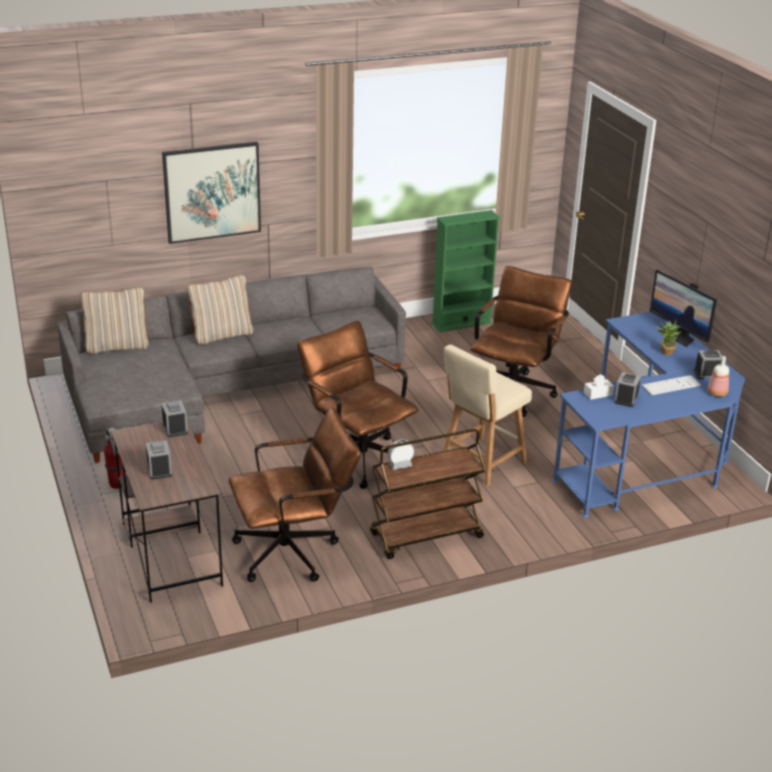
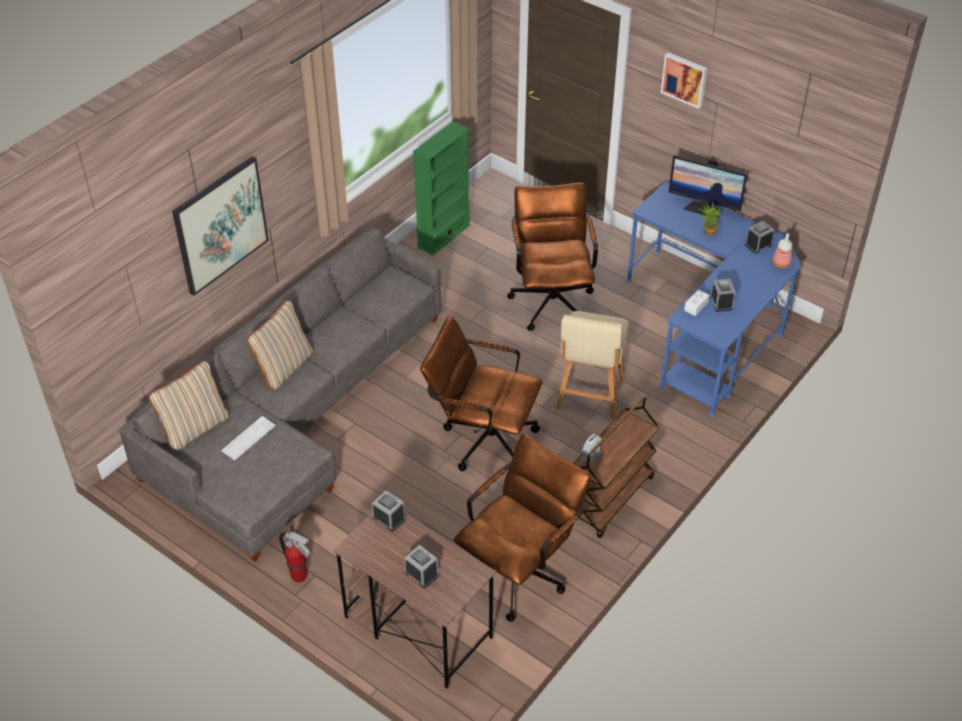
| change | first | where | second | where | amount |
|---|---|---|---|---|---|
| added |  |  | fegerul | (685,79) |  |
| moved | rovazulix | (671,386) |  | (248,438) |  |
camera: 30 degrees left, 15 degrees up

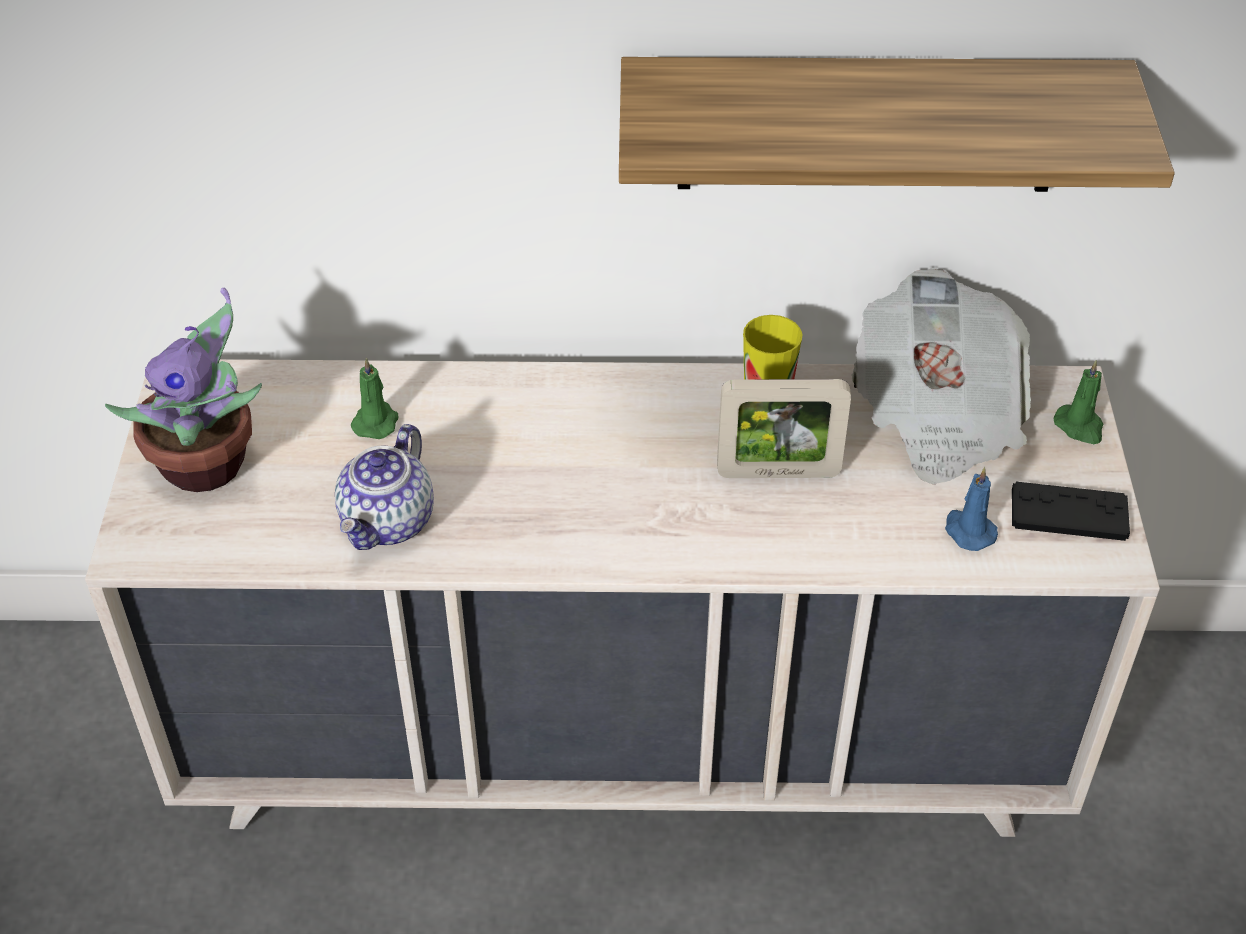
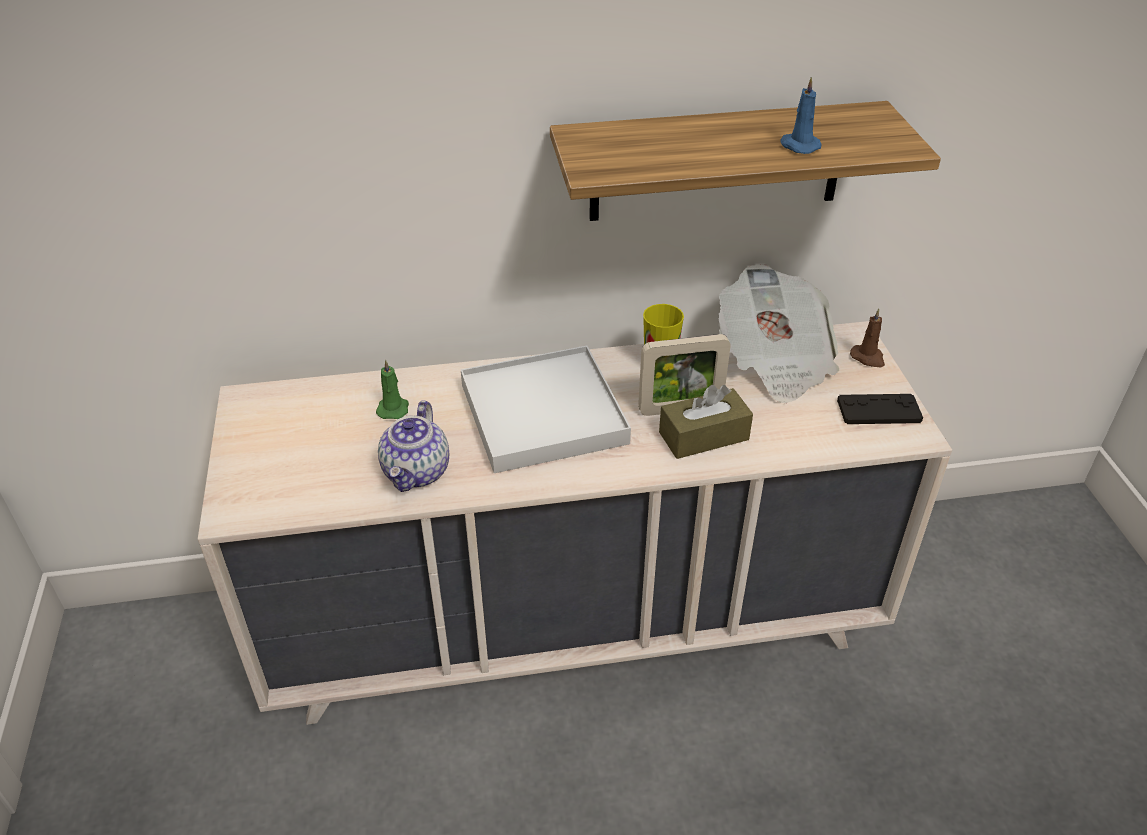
| change | first | where | second | where | amount |
|---|---|---|---|---|---|
| removed | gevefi | (209,466) |  |  |  |
| added |  |  | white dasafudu | (543,413) |  |
| added |  |  | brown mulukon | (703,436) |  |
| moved | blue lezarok | (968,531) |  | (798,145) |  |
| recoloured | green lezarok | (1080,427) | brown lezarok | (868,358) |  |
camera: 10 degrees left, 5 degrees down

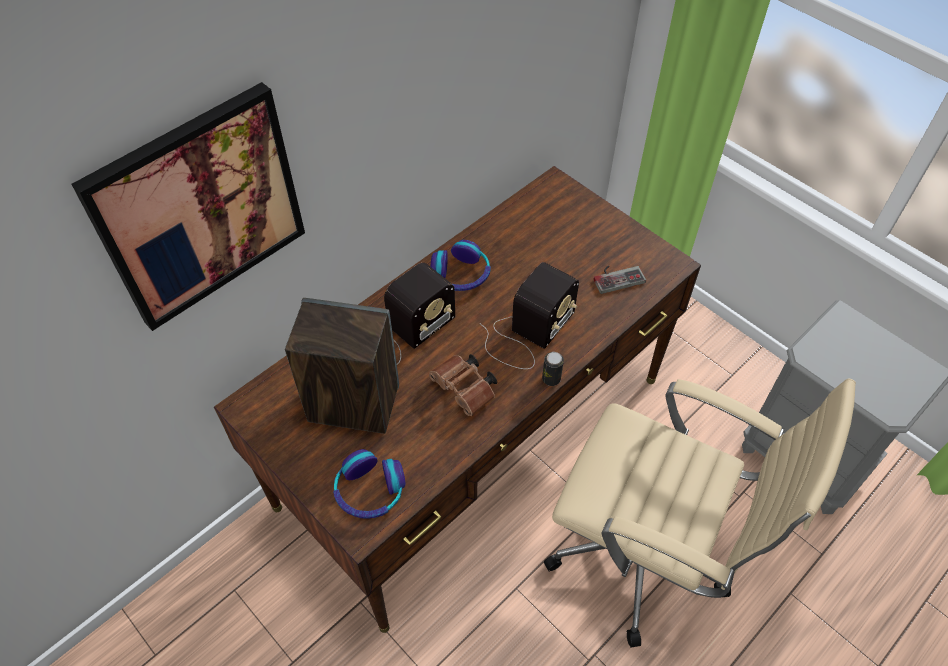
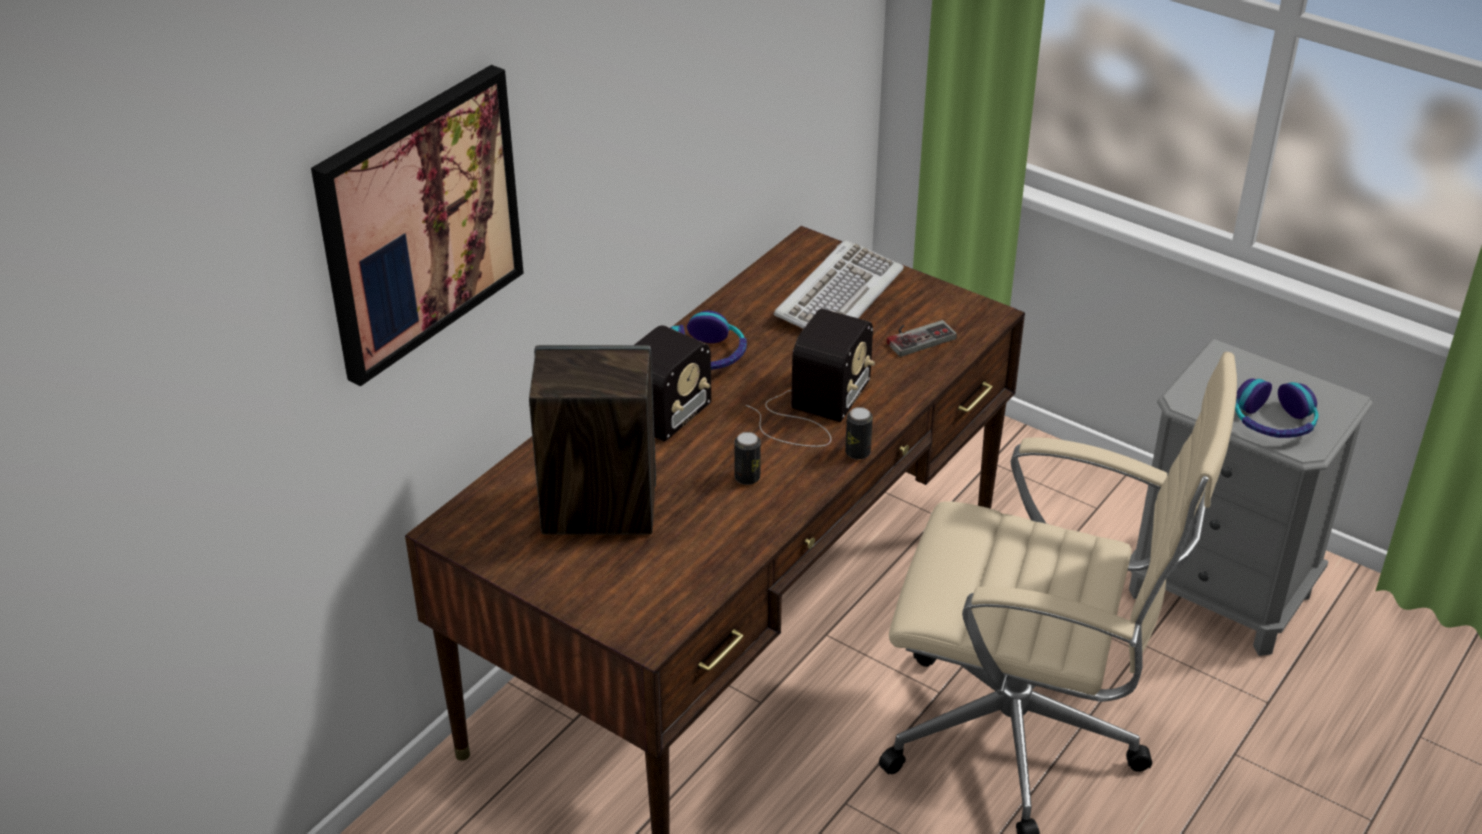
| change | first | where | second | where | amount |
|---|---|---|---|---|---|
| added |  |  | rovazulix | (838,295) |  |
| moved | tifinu | (369,491) |  | (1273,422) |  |
| replaced | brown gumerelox | (466,390) | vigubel | (747,477) |  |
camera: 10 degrees left, 15 degrees down

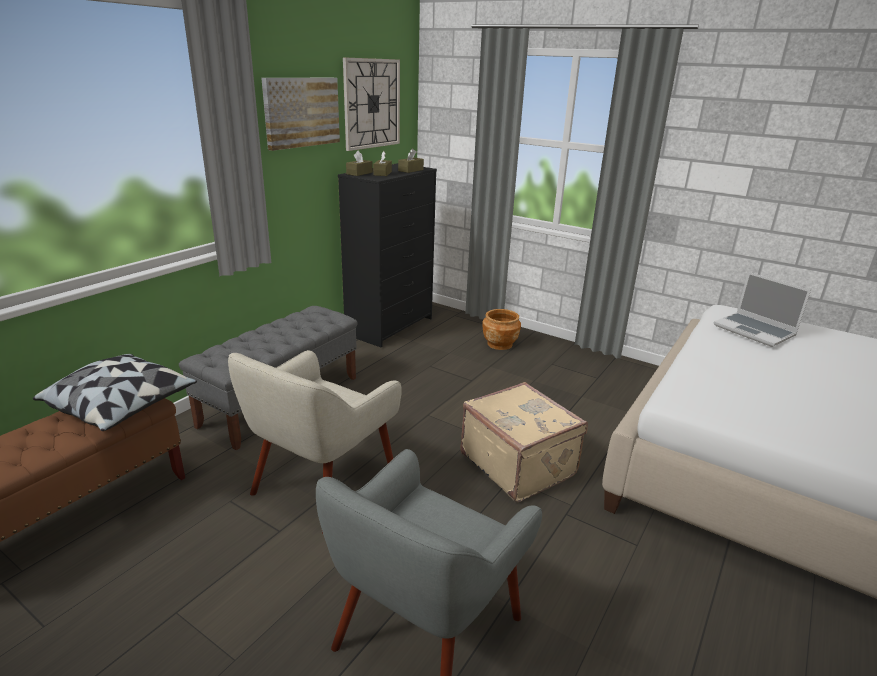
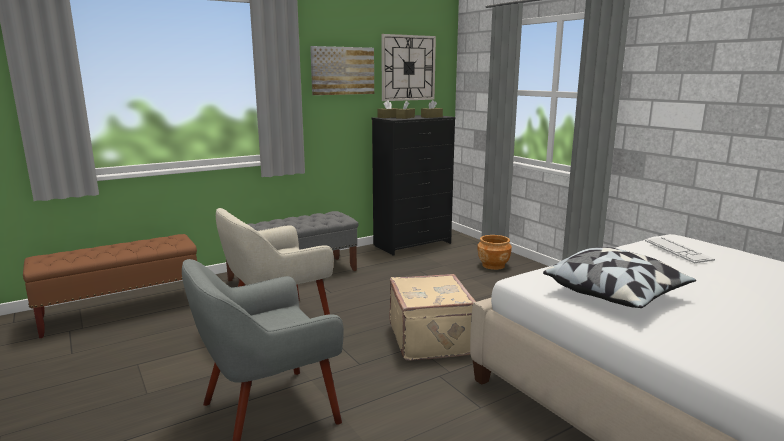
| change | first | where | second | where | amount |
|---|---|---|---|---|---|
| moved | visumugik | (123,406) |  | (616,295) |  |
| replaced | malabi | (755,331) | rovazulix | (677,250) |  |
camera: 25 degrees right, 10 degrees down

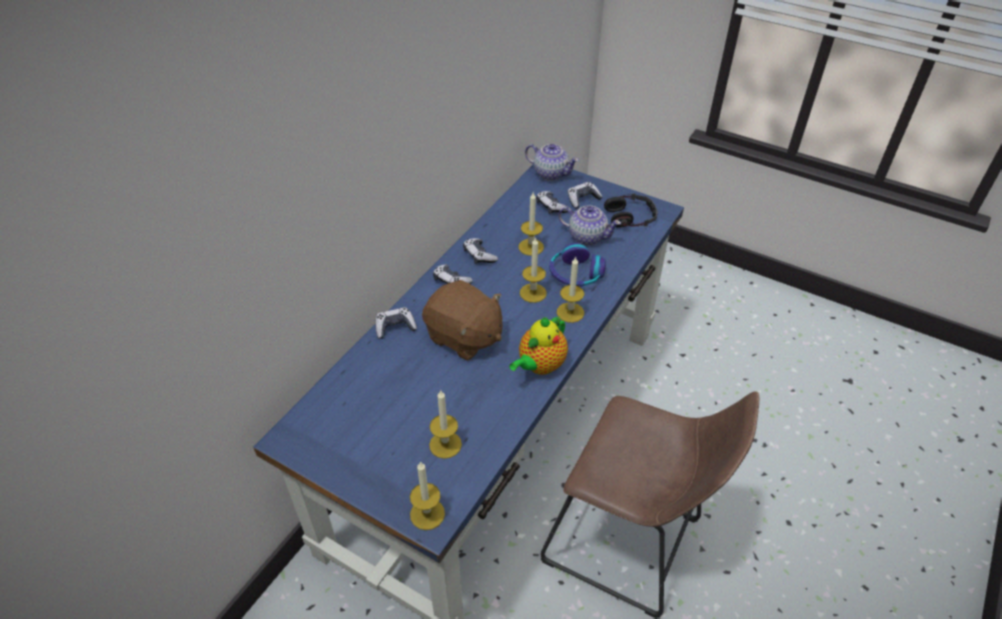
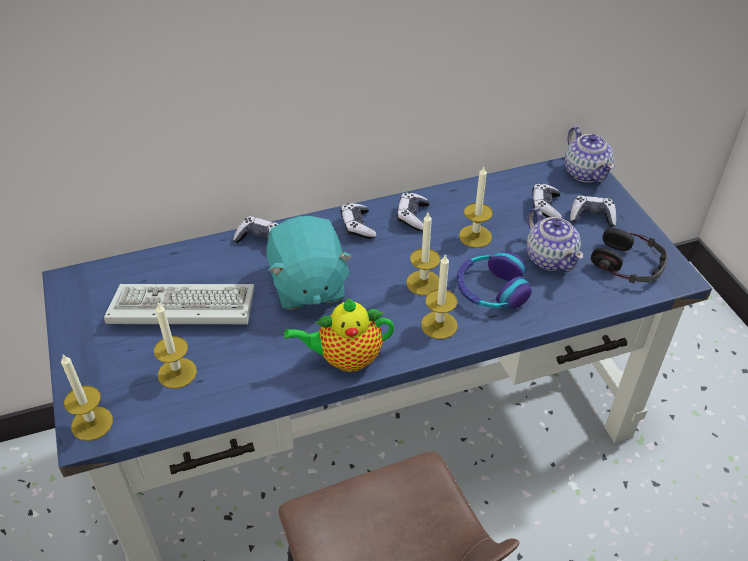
| change | first | where | second | where | amount |
|---|---|---|---|---|---|
| added |  |  | rovazulix | (179,310) |  |
| recoloured | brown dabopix | (464,337) | turquoise dabopix | (307,285) |  |
camera: 40 degrees right, 0 degrees up

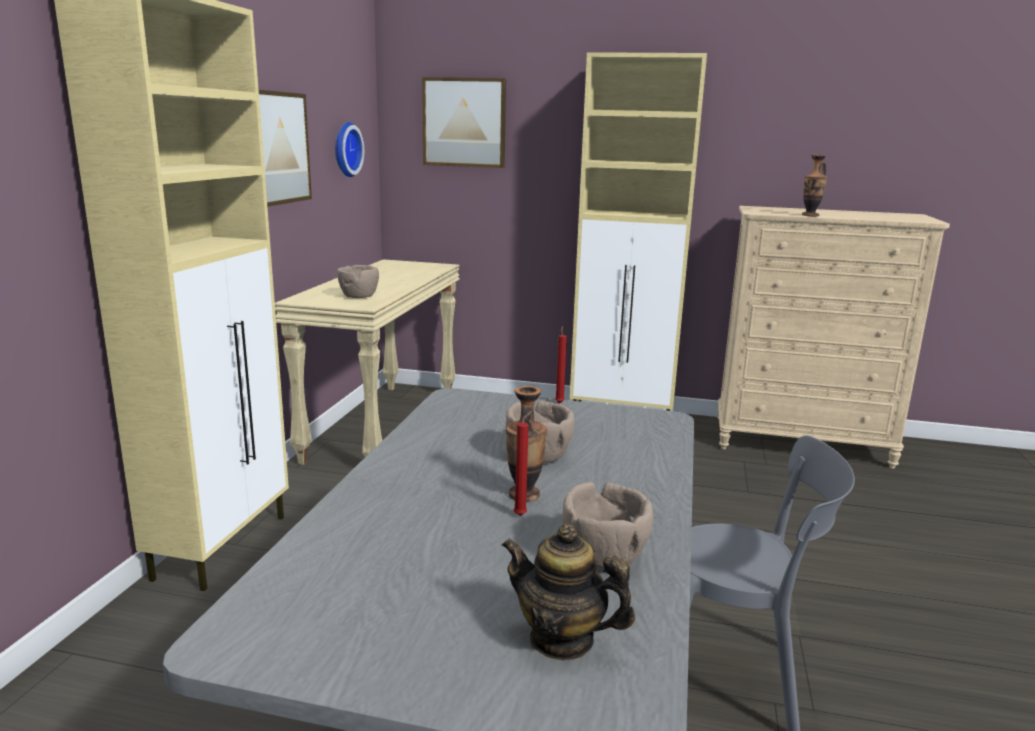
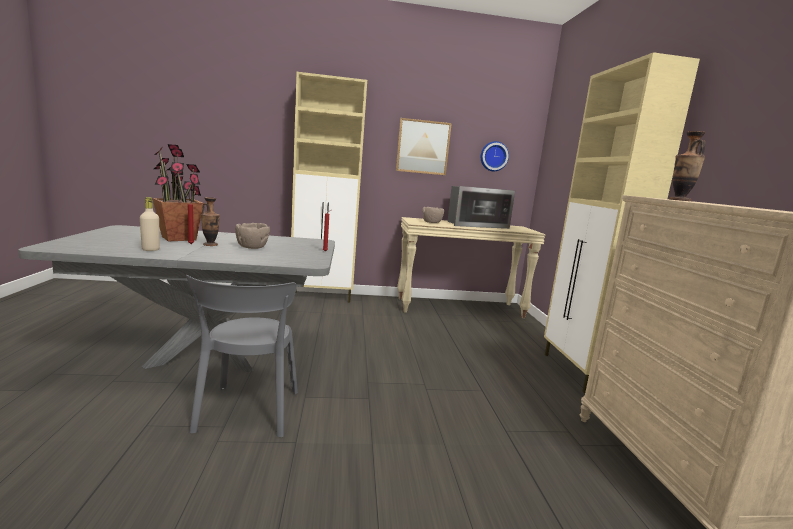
| change | first | where | second | where | amount |
|---|---|---|---|---|---|
| removed | fegerul | (464,122) |  |  |  |
| removed | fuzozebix | (562,639) |  |  |  |
| added |  |  | gevefi | (179,238) |  |
| added |  |  | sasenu | (475,225) |  |
| replaced | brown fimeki | (603,557) | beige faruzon | (150,249) |  |
camera: 70 degrees right, 5 degrees down

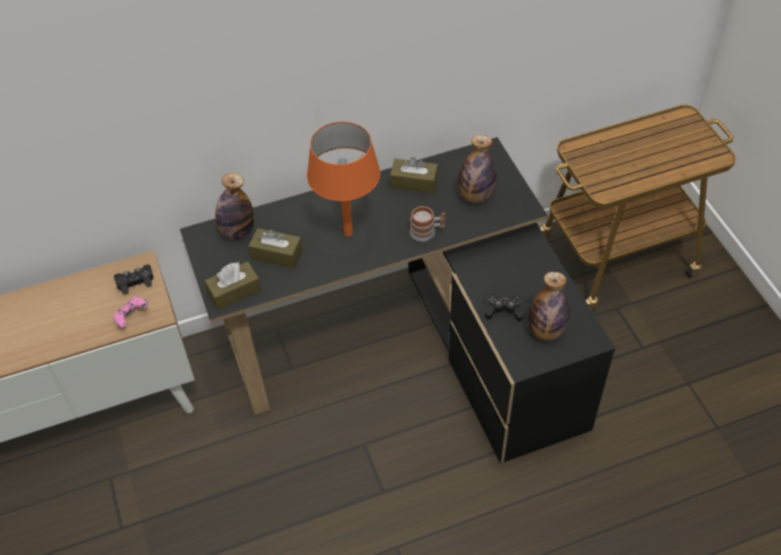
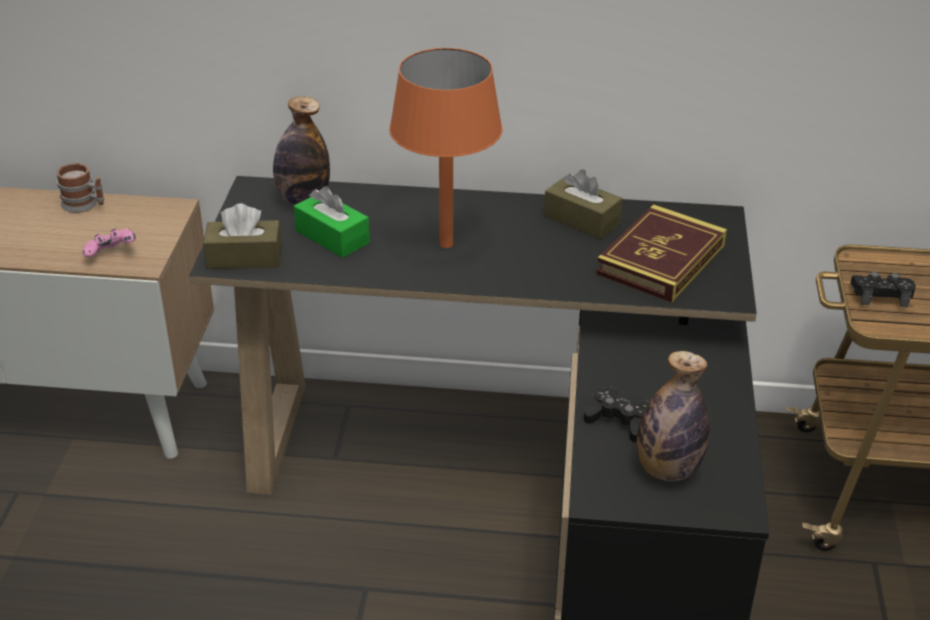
| change | first | where | second | where | amount |
|---|---|---|---|---|---|
| moved | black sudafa | (135,281) |  | (881,295) |  |
| moved | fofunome | (427,231) |  | (85,205) |  |
| replaced | faruzon | (476,196) | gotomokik | (661,259) |  |
| recoloured | brown mulukon | (276,254) | green mulukon | (332,237) |  |
camera: 25 degrees right, 15 degrees down

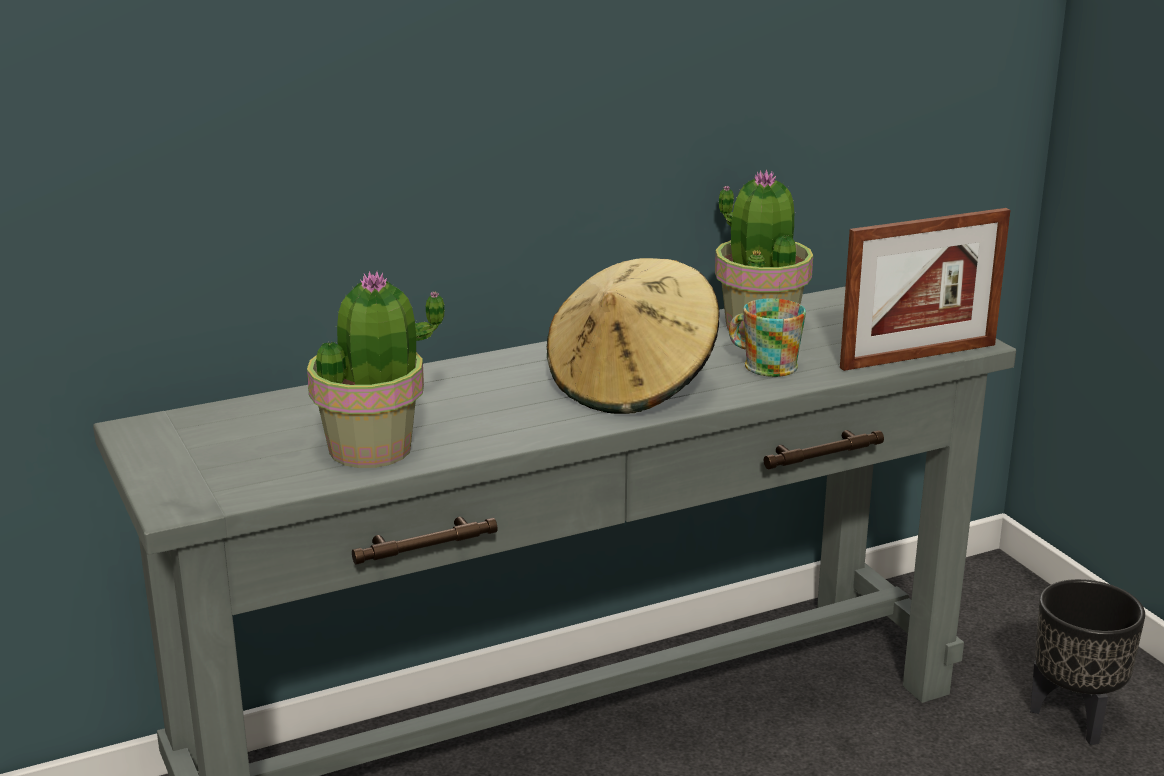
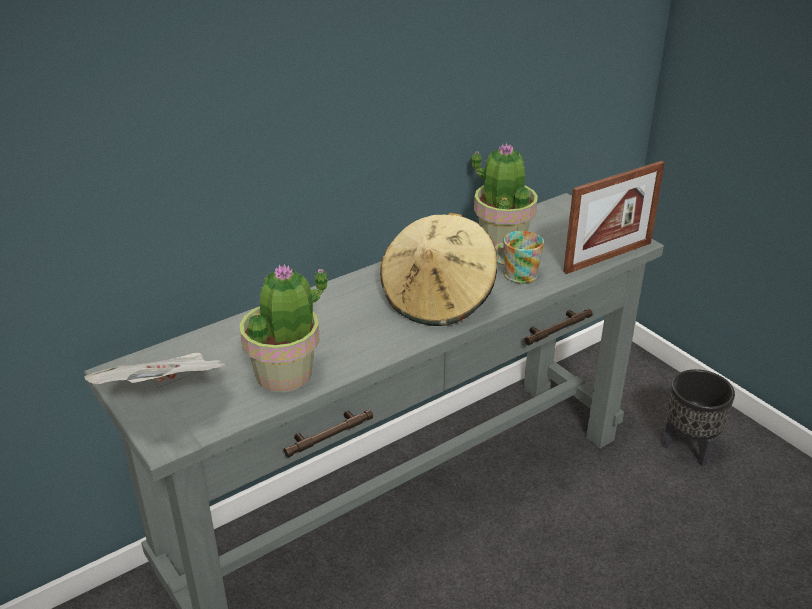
| change | first | where | second | where | amount |
|---|---|---|---|---|---|
| added |  |  | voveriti | (166,396) |  |
camera: 10 degrees left, 10 degrees up

